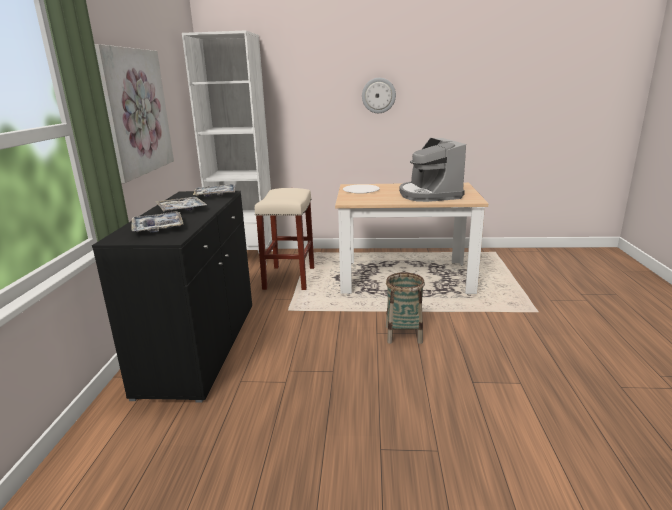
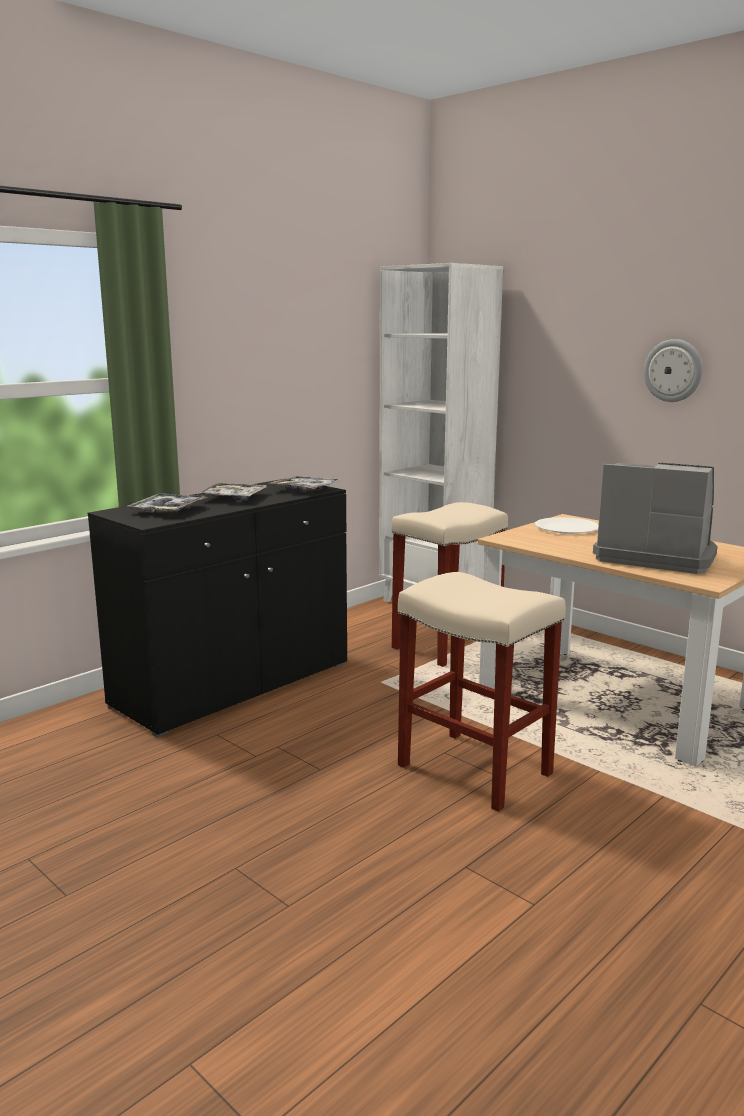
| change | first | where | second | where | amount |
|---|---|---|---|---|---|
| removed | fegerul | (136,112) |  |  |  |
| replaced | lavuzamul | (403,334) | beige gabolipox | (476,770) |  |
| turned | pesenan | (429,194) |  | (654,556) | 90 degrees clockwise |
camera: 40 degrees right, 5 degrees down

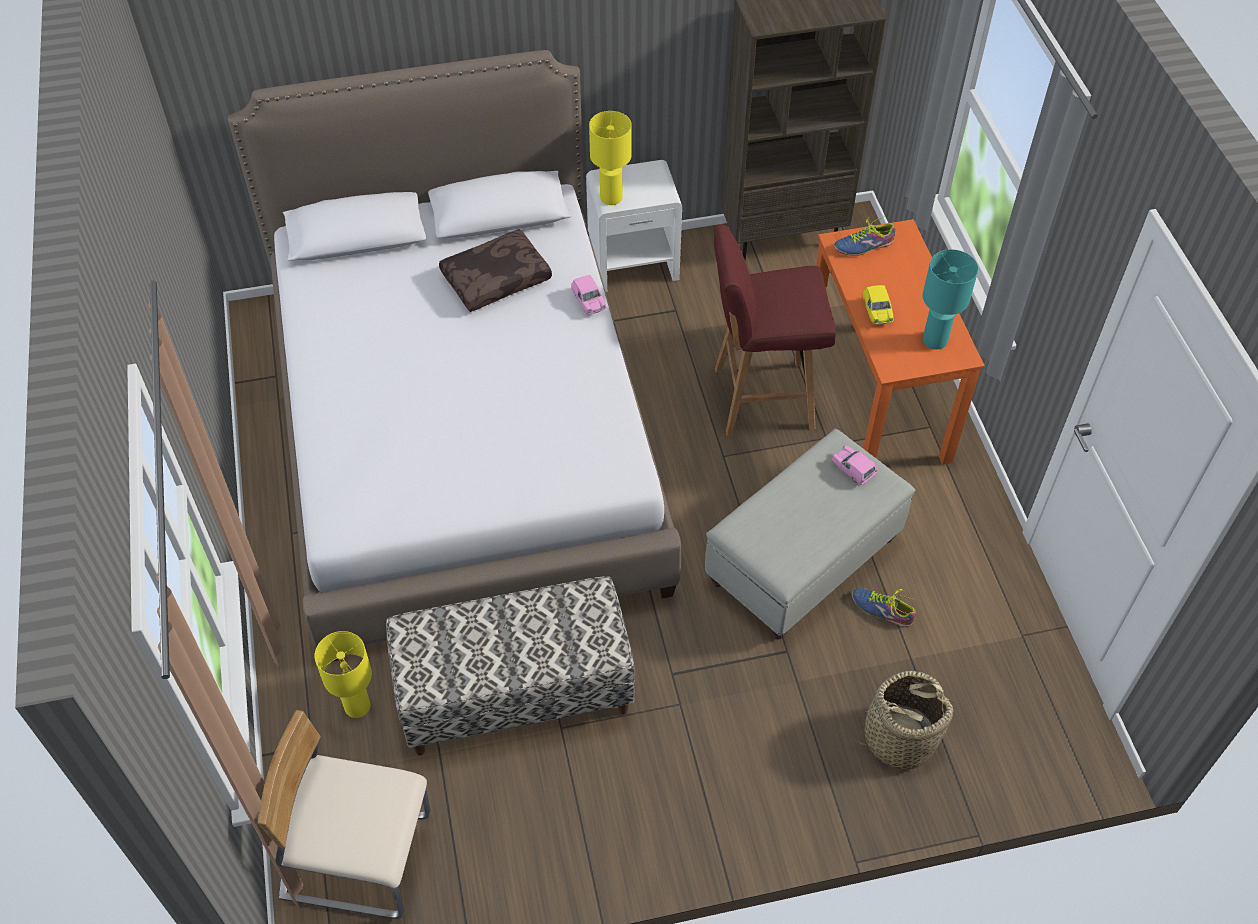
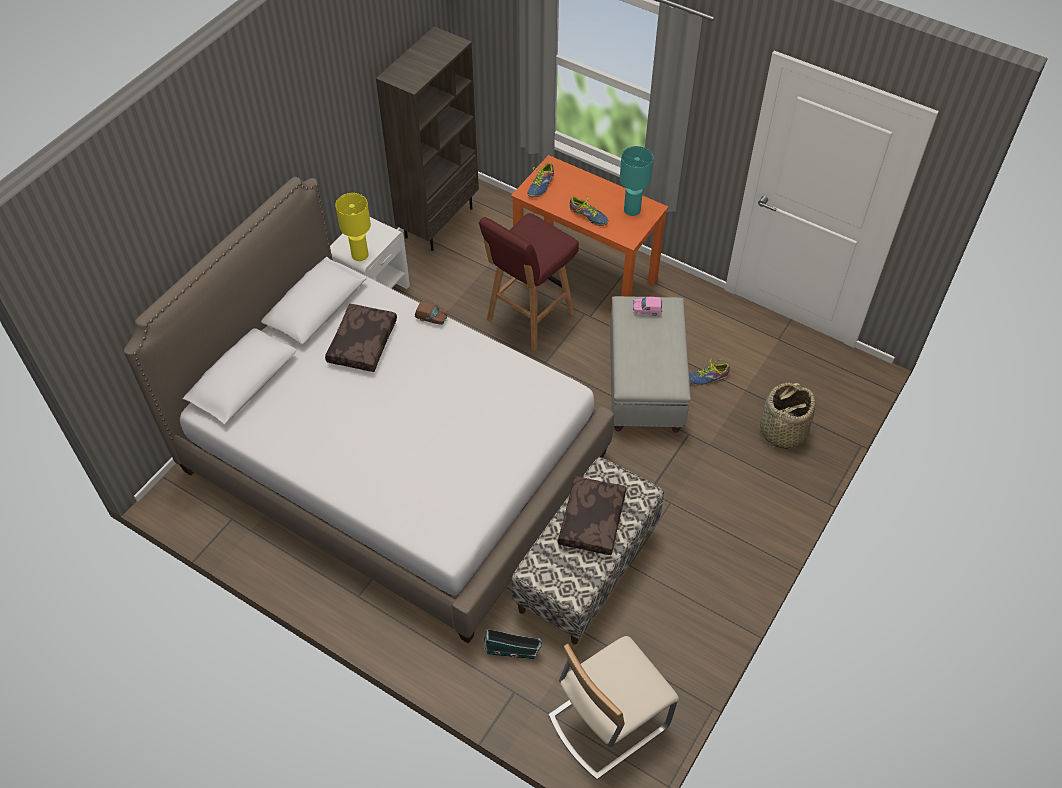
| change | first | where | second | where | amount |
|---|---|---|---|---|---|
| added |  |  | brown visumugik | (590,519) |  |
| replaced | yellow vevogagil | (356,706) | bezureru | (513,651) |  |
| replaced | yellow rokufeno | (877,312) | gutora | (588,215) |  |
| recoloured | pink rokufeno | (589,302) | brown rokufeno | (432,318) |  |
camera: 45 degrees left, 0 degrees up

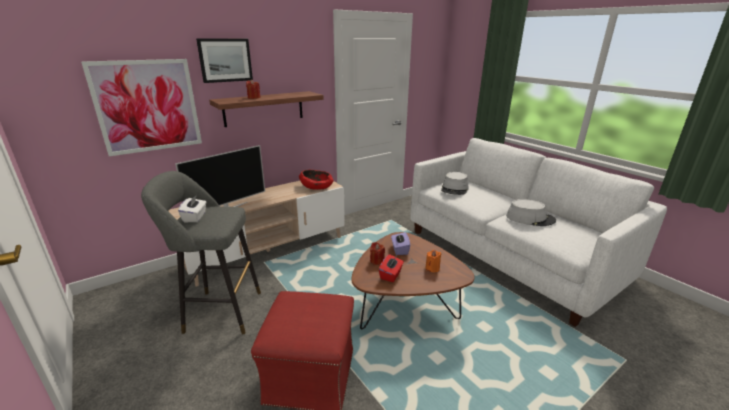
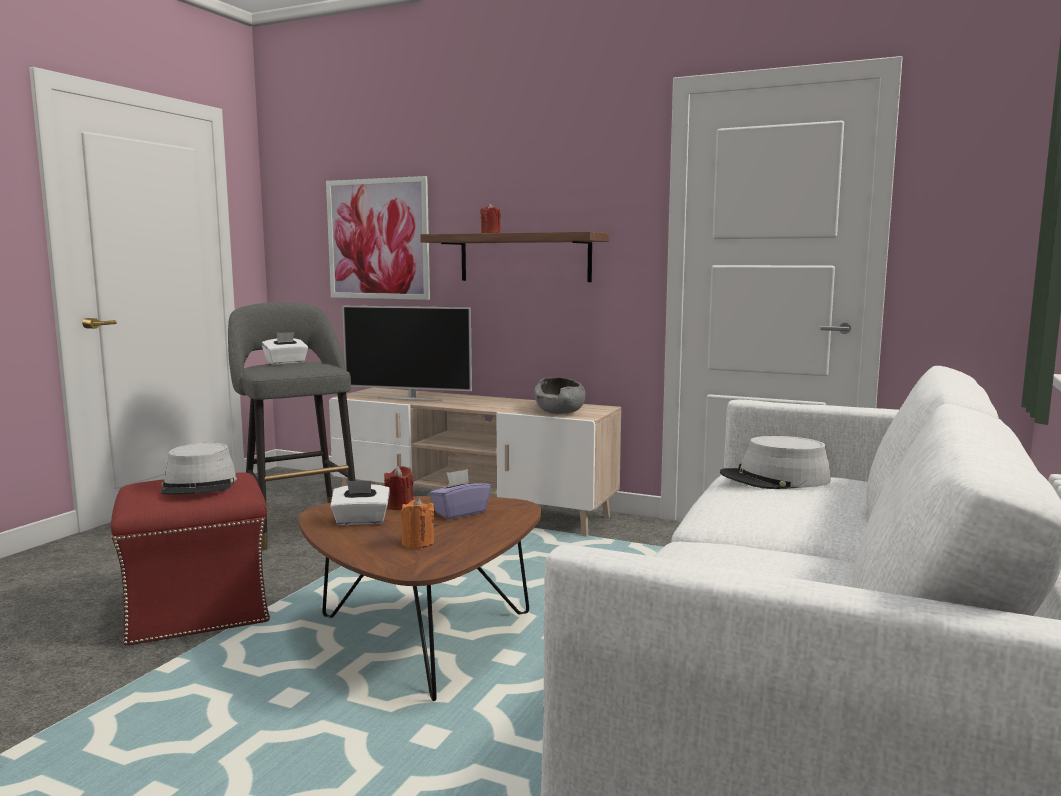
| change | first | where | second | where | amount |
|---|---|---|---|---|---|
| removed | fegerul | (225,60) |  |  |  |
| moved | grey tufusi | (530,218) |  | (199,485) |  |
| recoloured | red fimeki | (316,187) | grey fimeki | (560,411) |  |
| recoloured | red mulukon | (391,275) | white mulukon | (361,521) |  |
camera: 60 degrees right, 15 degrees down

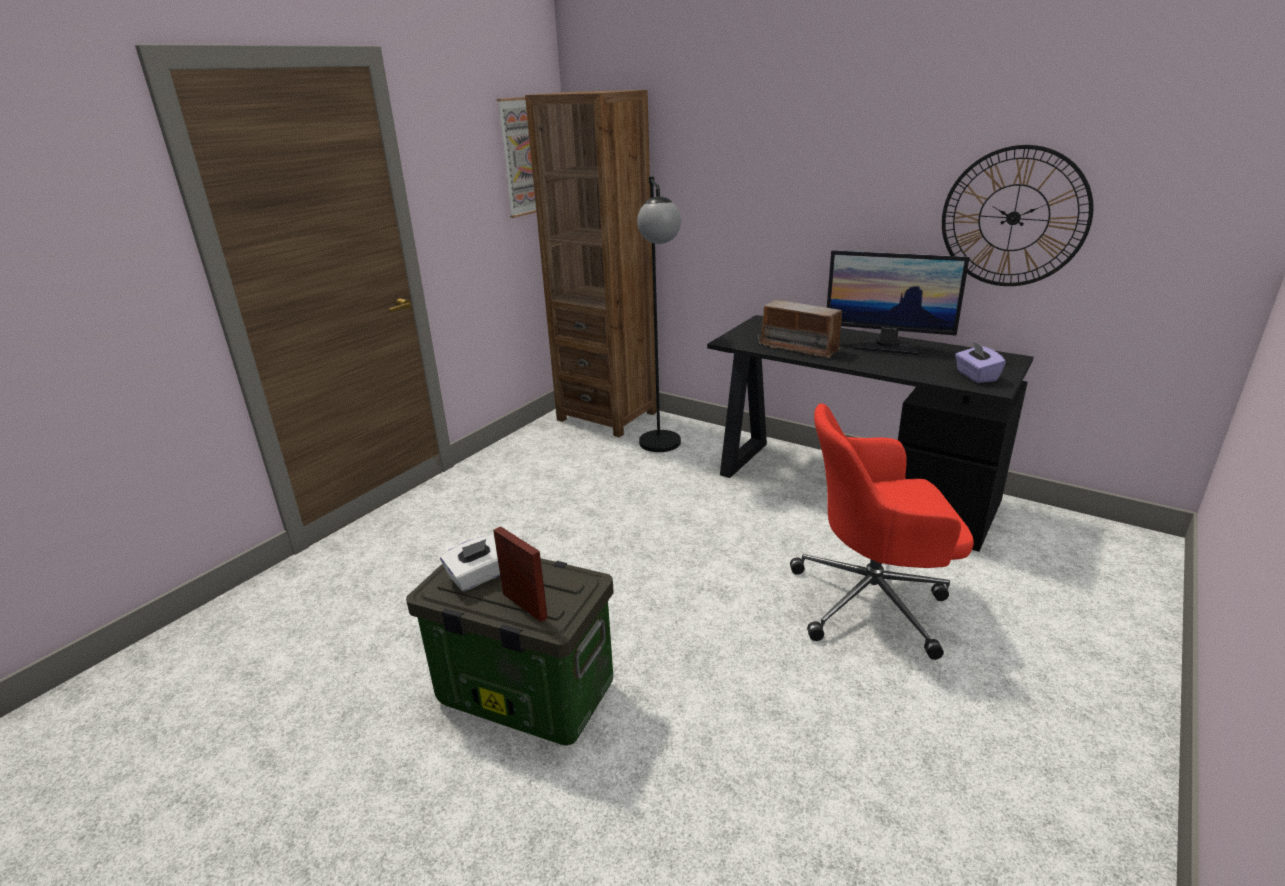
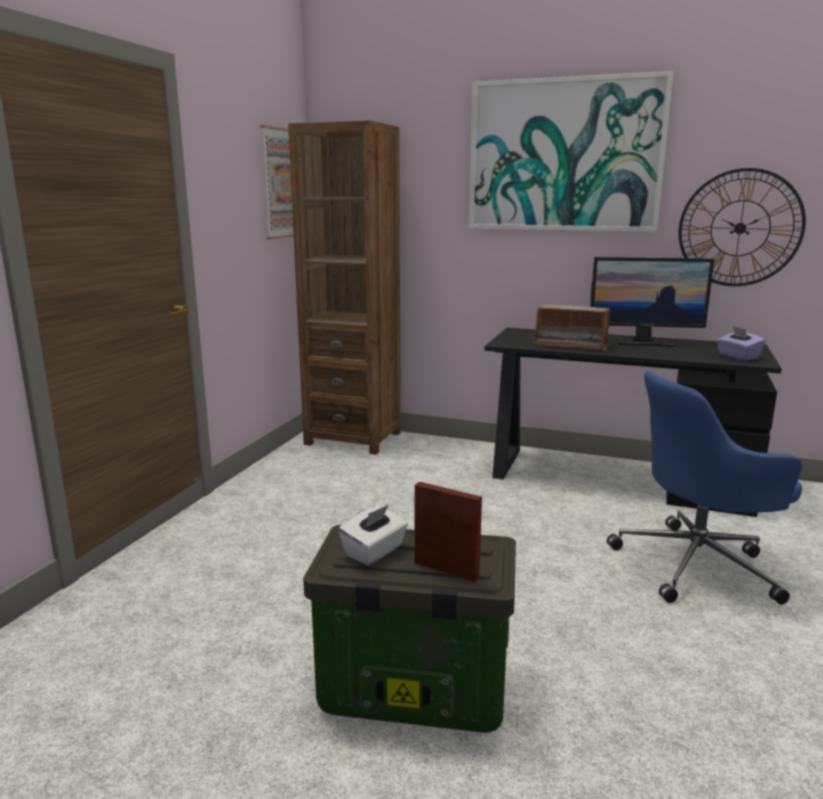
| change | first | where | second | where | amount |
|---|---|---|---|---|---|
| removed | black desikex | (662,449) |  |  |  |
| added |  |  | fegerul | (564,156) |  |
| recoloured | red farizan | (873,601) | blue farizan | (698,564) |  |
camera: 15 degrees left, 10 degrees down

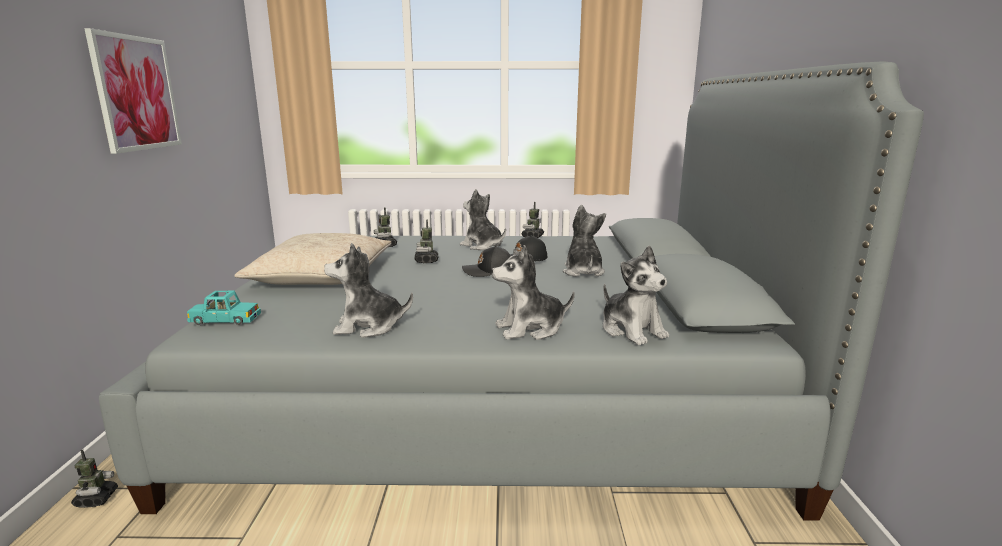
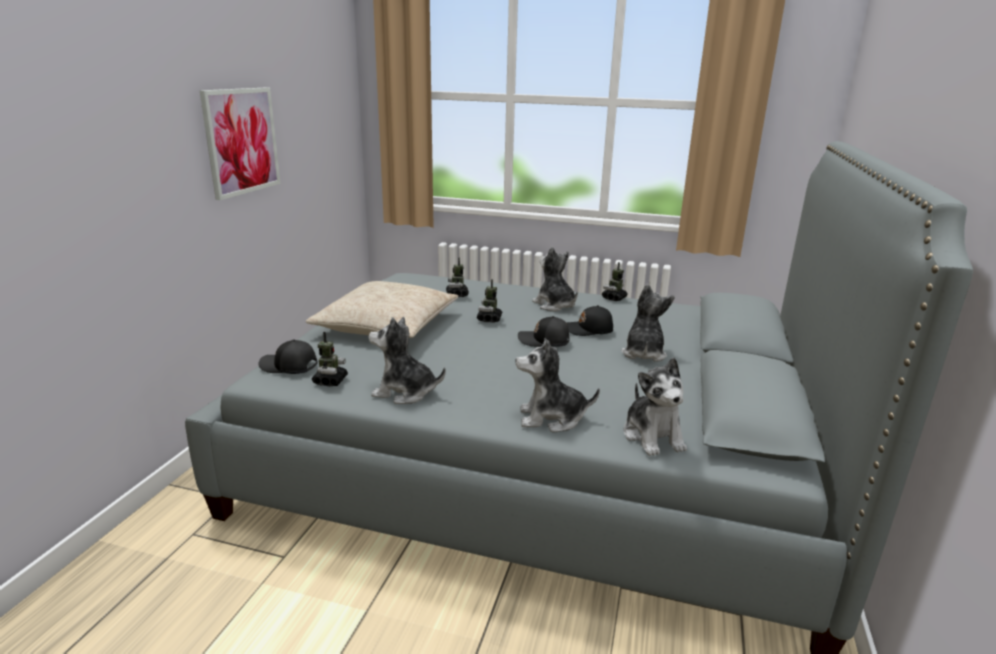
| change | first | where | second | where | amount |
|---|---|---|---|---|---|
| moved | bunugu | (96,499) |  | (330,381) |  |
| replaced | turquoise rokufeno | (225,320) | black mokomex | (288,366) |  |
camera: 15 degrees right, 5 degrees up

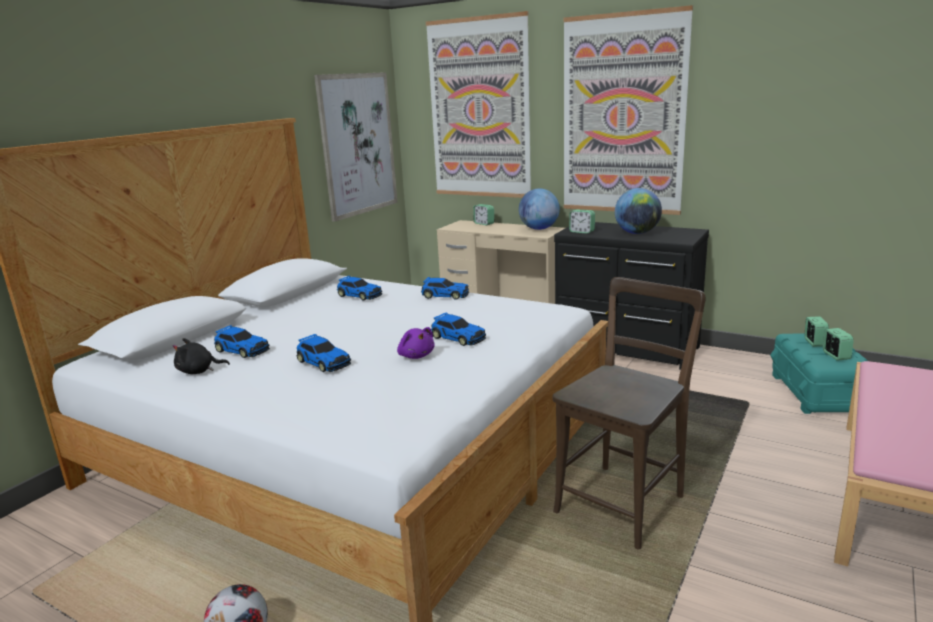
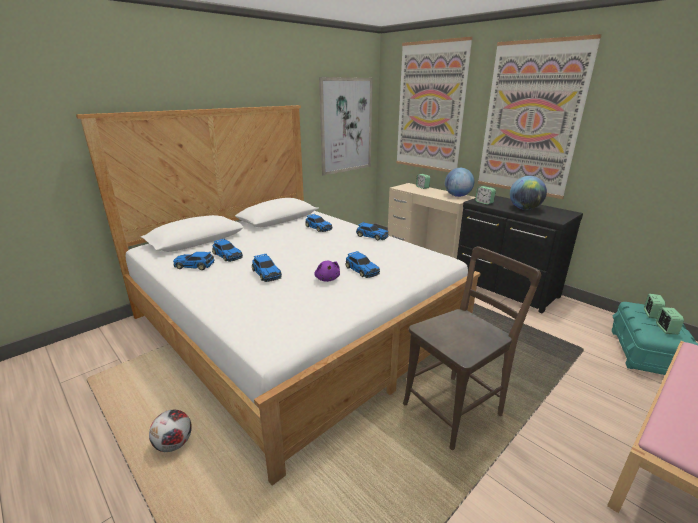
| change | first | where | second | where | amount |
|---|---|---|---|---|---|
| replaced | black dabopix | (199,371) | rokufeno | (195,266) |  |
camera: 15 degrees right, 5 degrees up

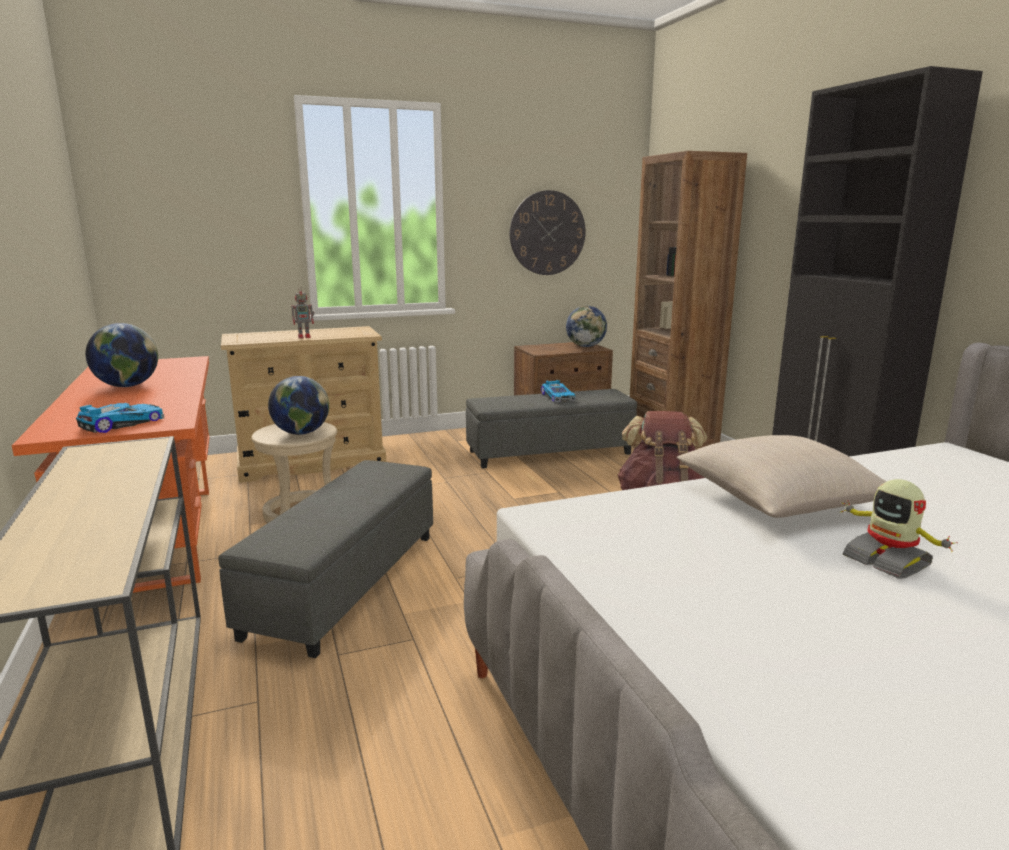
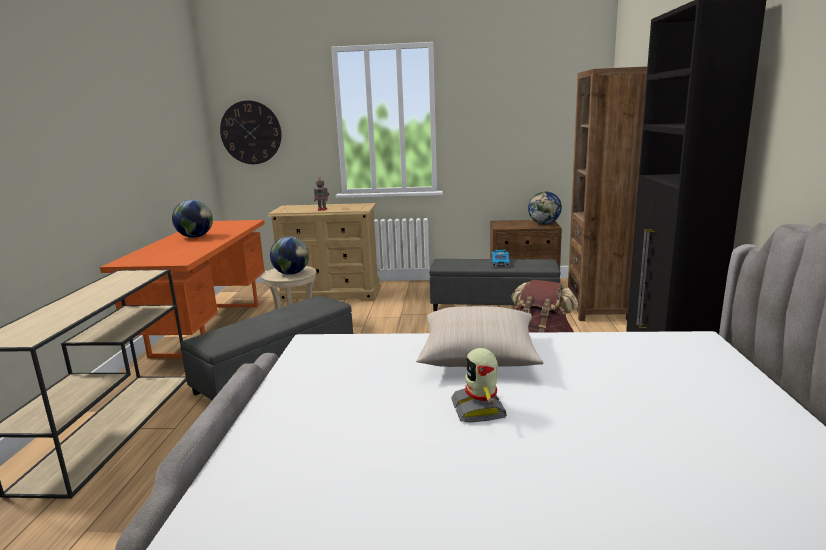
| change | first | where | second | where | amount |
|---|---|---|---|---|---|
| removed | rokufeno | (121,423) |  |  |  |
| moved | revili | (547,233) |  | (251,132) |  |
camera: 25 degrees right, 0 degrees up

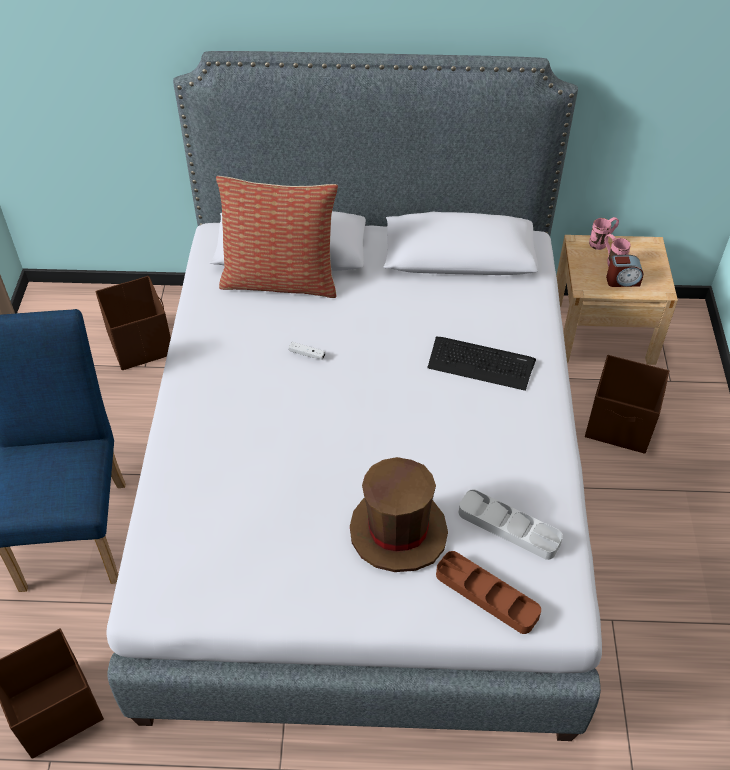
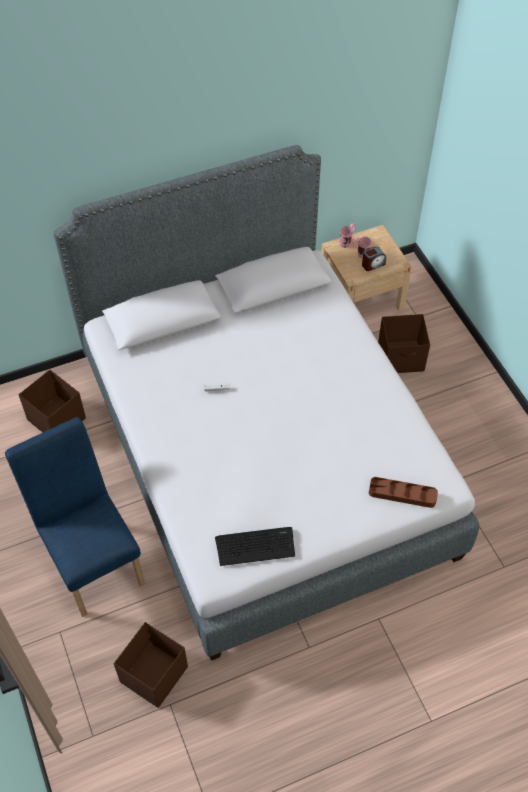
| change | first | where | second | where | amount |
|---|---|---|---|---|---|
| removed | visumugik | (280,279) |  |  |  |
| removed | brown tufusi | (398,531) |  |  |  |
| removed | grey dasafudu | (509,527) |  |  |  |
| moved | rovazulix | (480,363) |  | (255,546) |  |
camera: 25 degrees left, 5 degrees up

